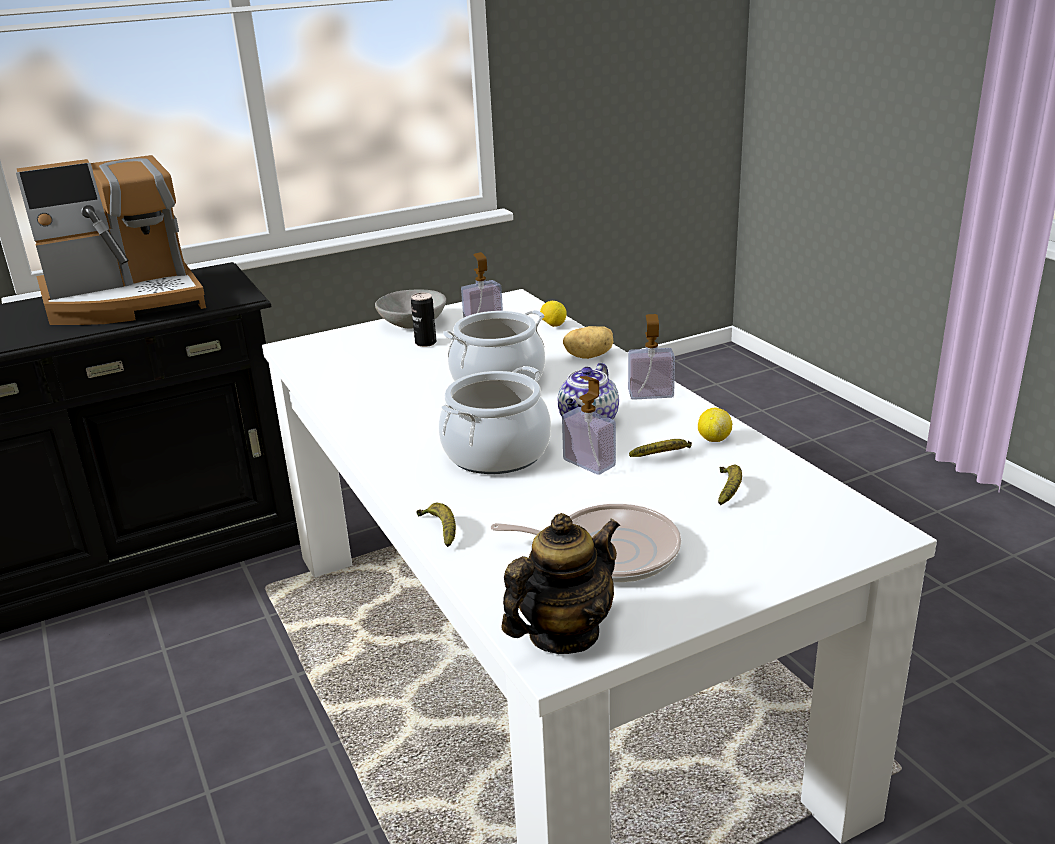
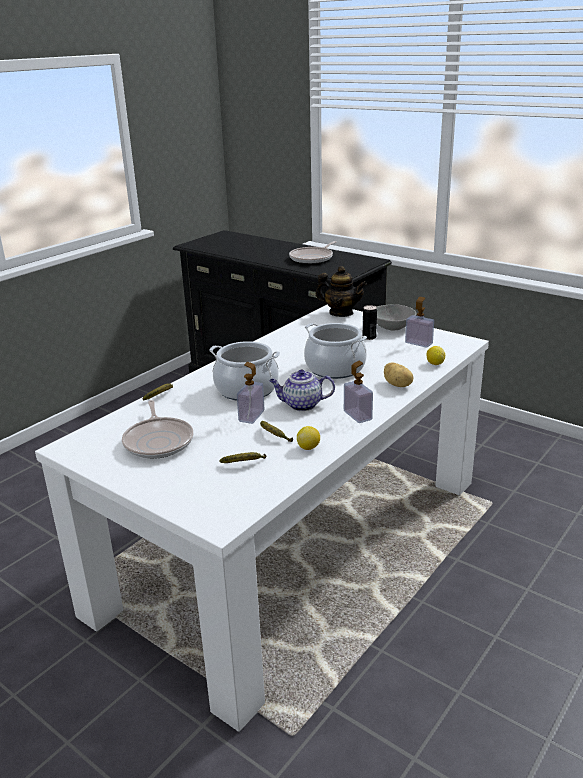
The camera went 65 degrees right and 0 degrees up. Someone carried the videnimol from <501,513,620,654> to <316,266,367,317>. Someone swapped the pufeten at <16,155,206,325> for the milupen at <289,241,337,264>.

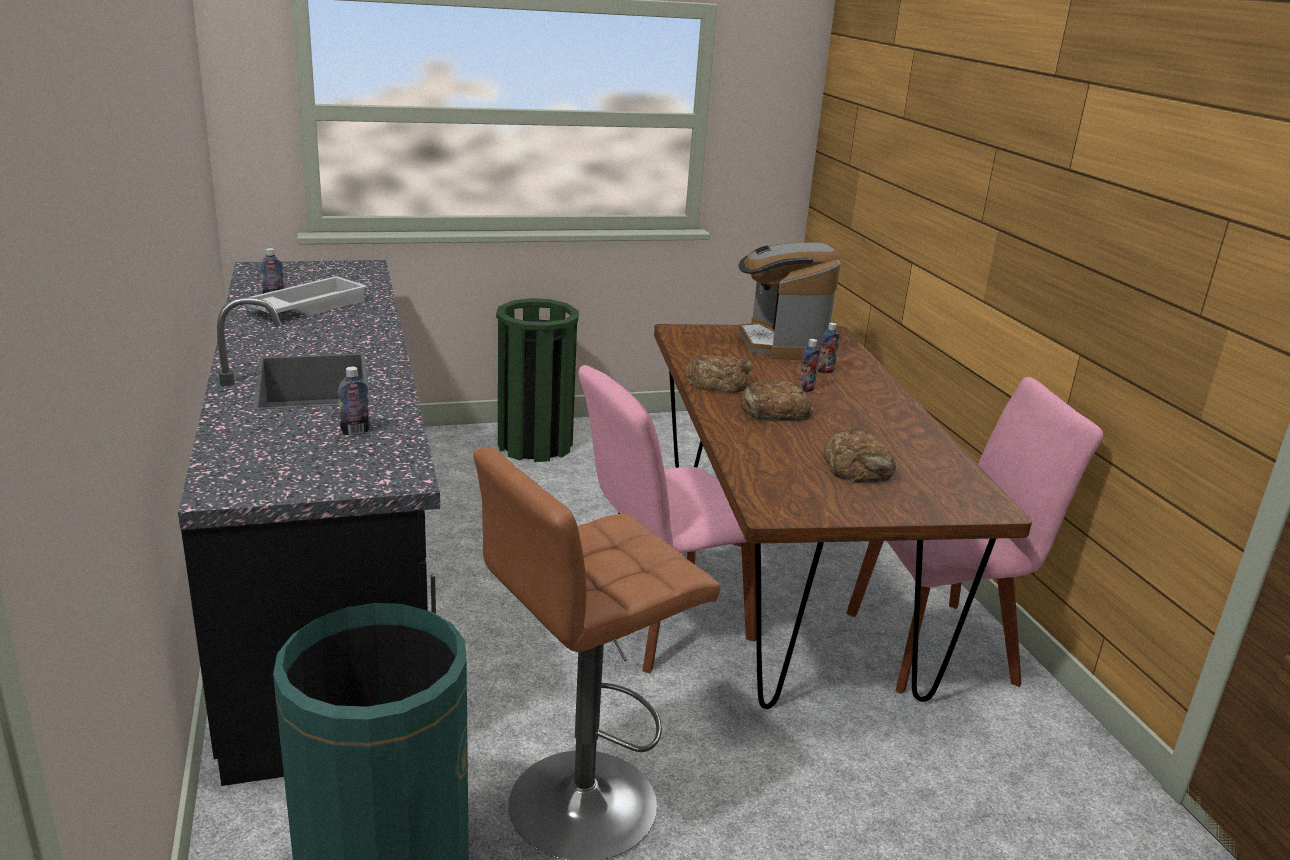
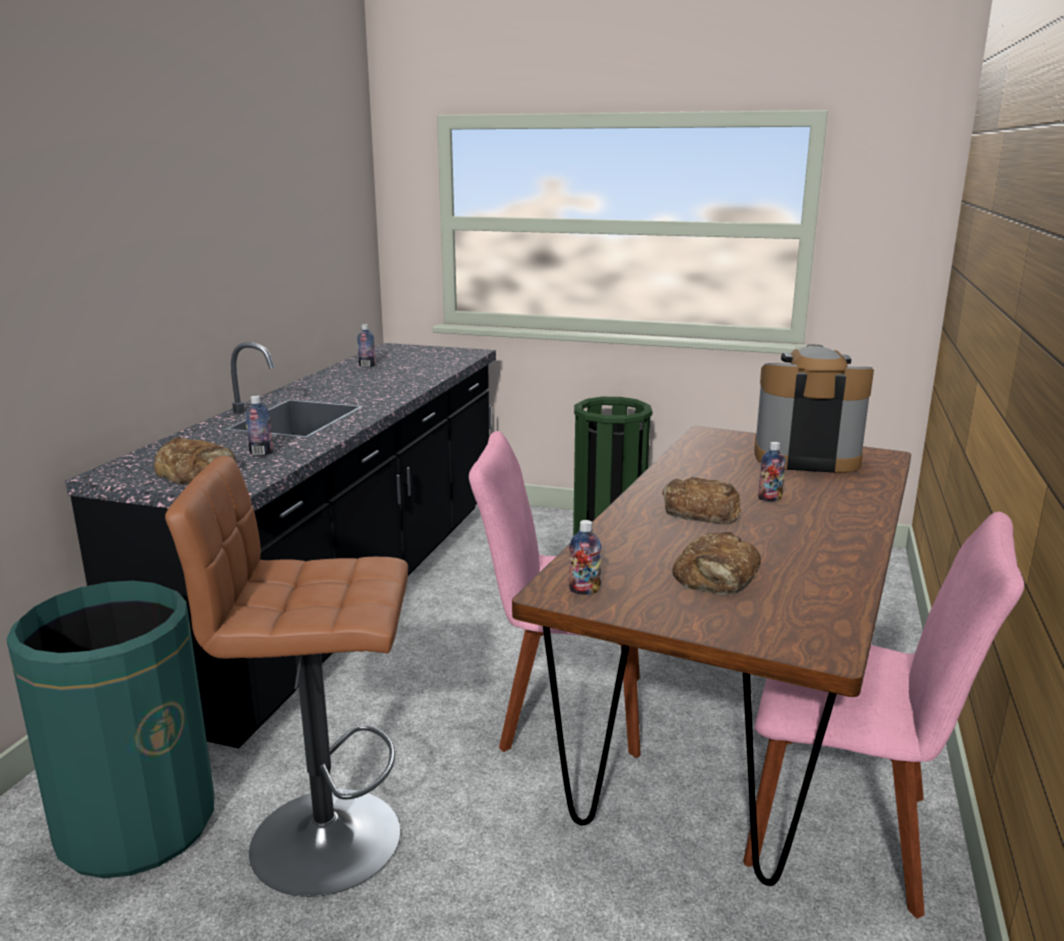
The camera went 35 degrees right and 5 degrees down. Someone took away the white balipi at <247,276,367,316>. Someone carried the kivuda from <685,355,753,393> to <154,437,236,484>. Someone carried the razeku from <818,323,840,373> to <568,520,602,595>. Someone rotated the pufeten at <738,242,841,360> by 75 degrees clockwise.

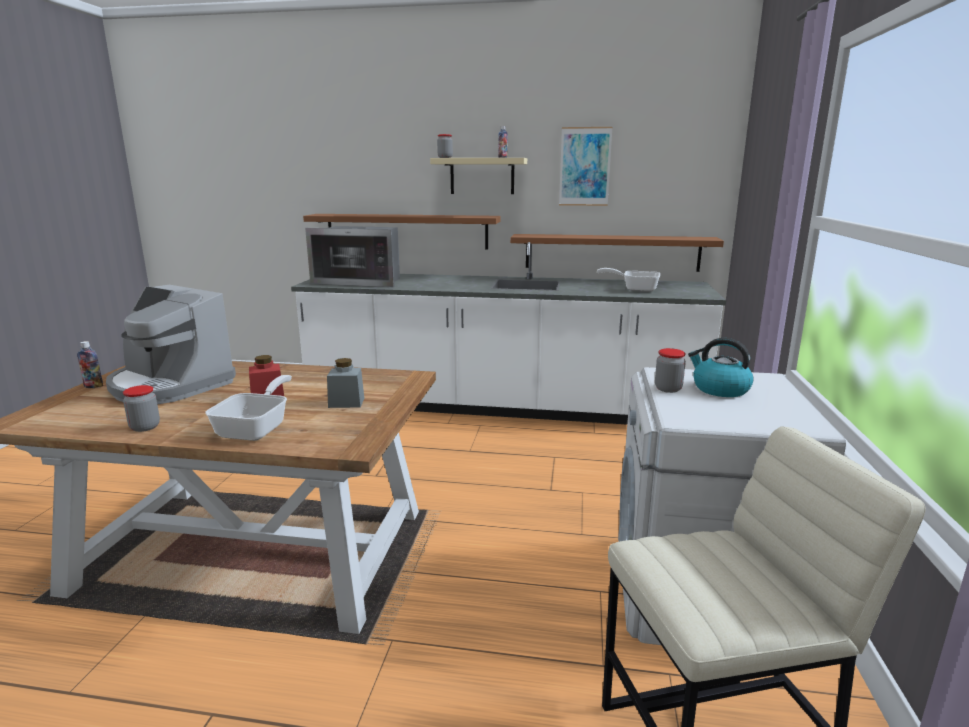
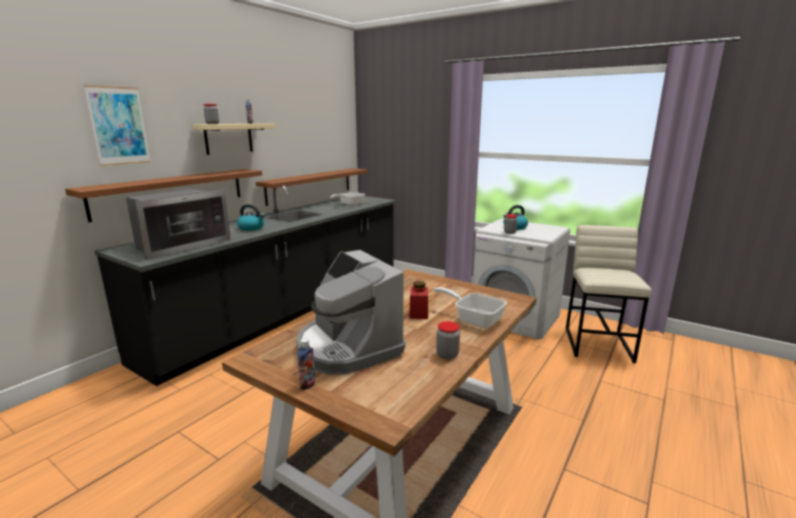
The camera went 65 degrees left and 0 degrees up. Someone took away the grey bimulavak at <327,358,364,408>. Someone put down the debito at <237,204,265,231>. Someone carried the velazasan from <559,127,613,206> to <84,85,151,166>. Someone repainted the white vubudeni at <291,242,726,425>, which became the black vubudeni at <94,185,397,386>. Someone rotated the pufeten at <106,285,236,405> by 90 degrees clockwise.

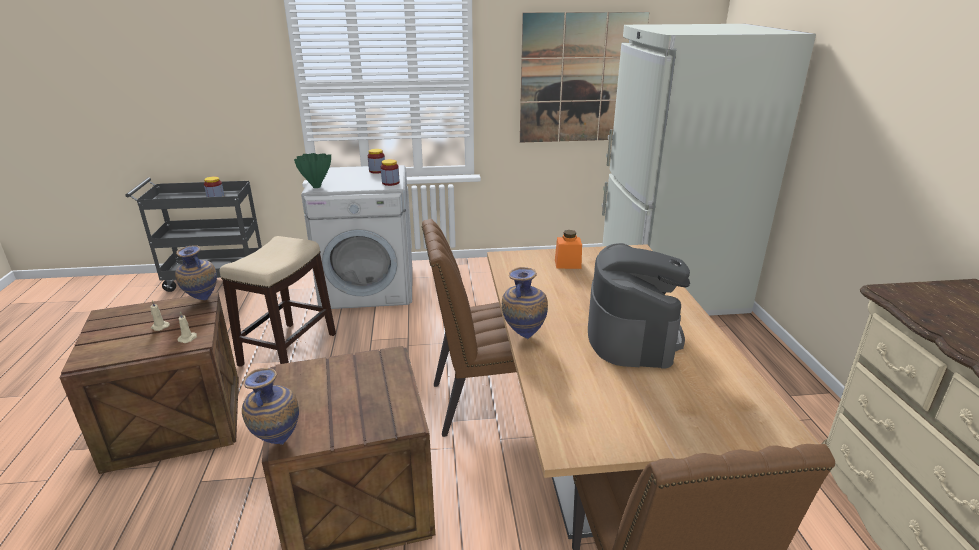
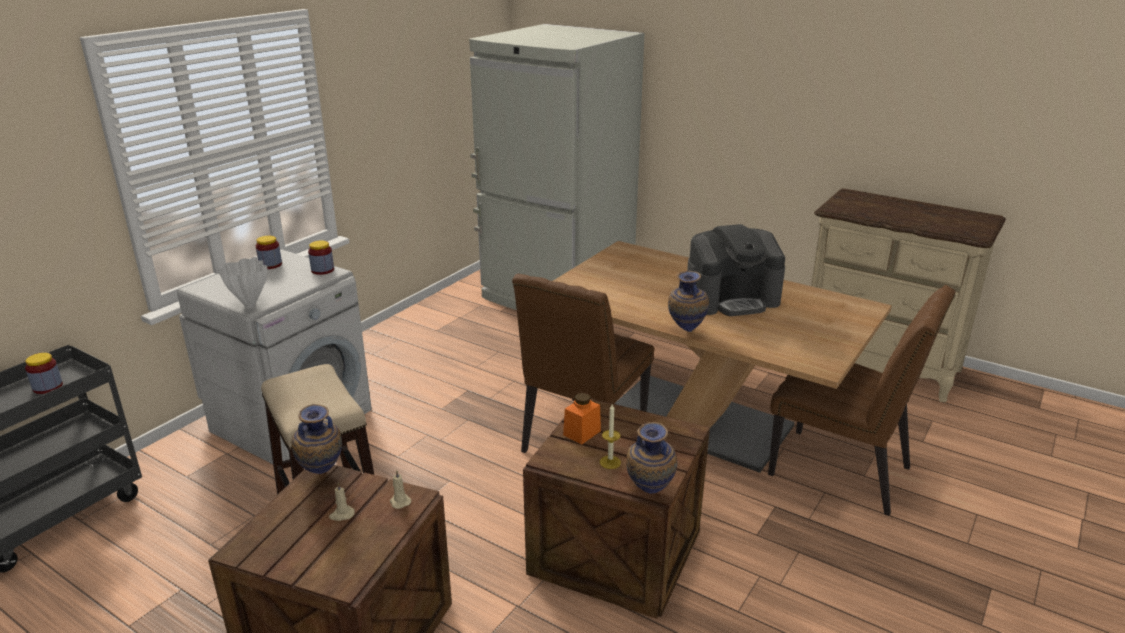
The camera went 50 degrees left and 0 degrees up. Someone took away the velazasan at <520,12,649,143>. Someone put down the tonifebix at <600,404,621,469>. Someone carried the orange bimulavak from <555,230,582,269> to <563,393,601,444>. Someone repainted the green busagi at <294,153,331,188>, which became the white busagi at <218,257,267,308>. Someone rotated the pufeten at <588,243,690,369> by 120 degrees clockwise.

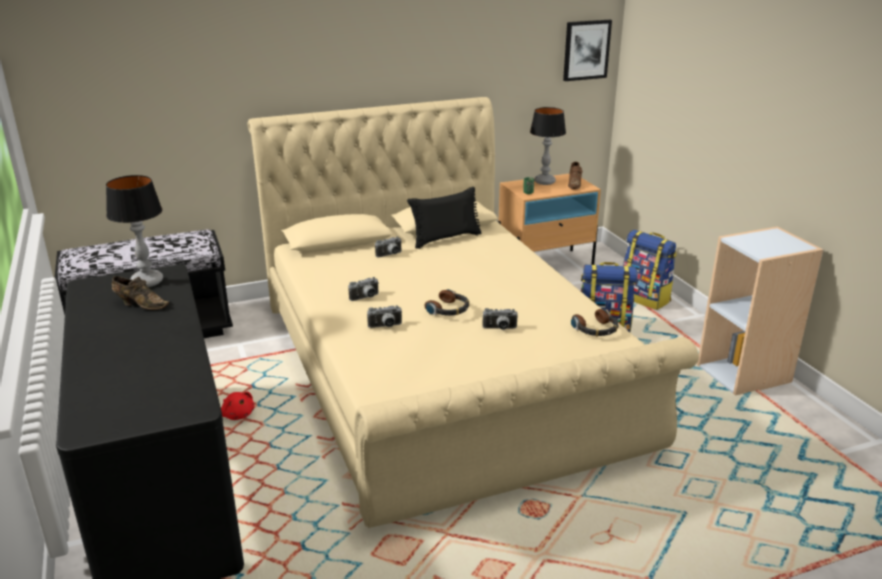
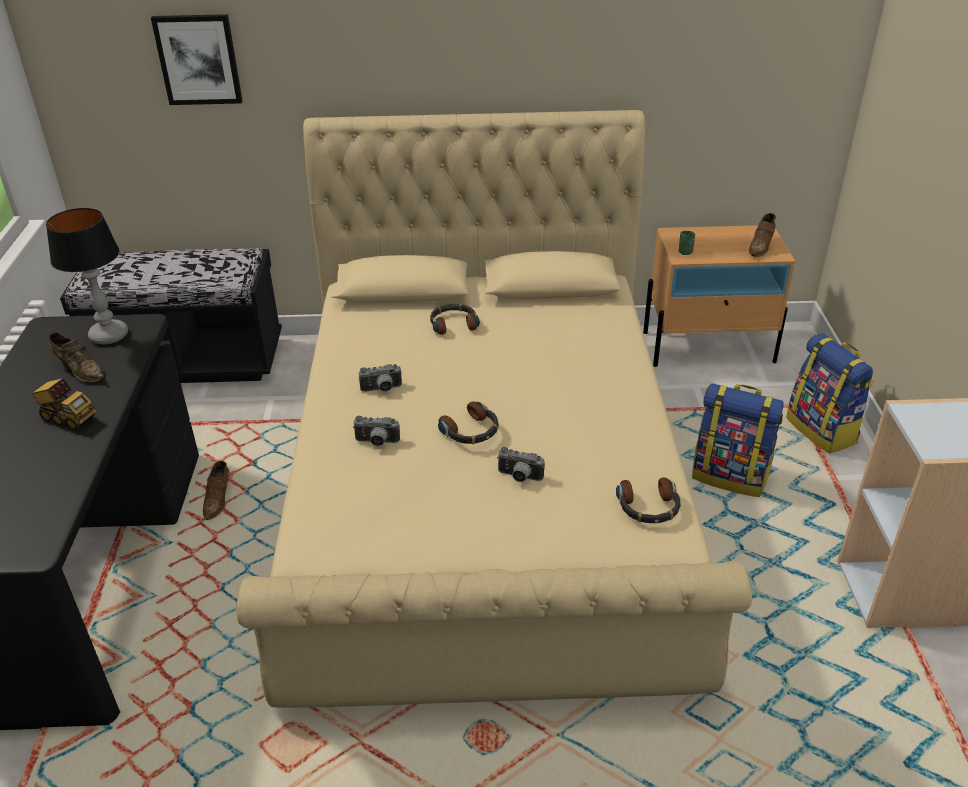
The camera went 20 degrees right and 10 degrees up. Someone took away the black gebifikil at <407,187,481,249>. Someone took away the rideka at <530,107,566,185>. Someone put down the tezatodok at <31,378,97,431>. Someone carried the velazasan from <563,20,612,81> to <151,14,243,105>. Someone swapped the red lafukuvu at <221,392,255,420> for the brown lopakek at <203,461,229,520>. Someone swapped the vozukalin at <375,236,402,257> for the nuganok at <430,304,480,335>.

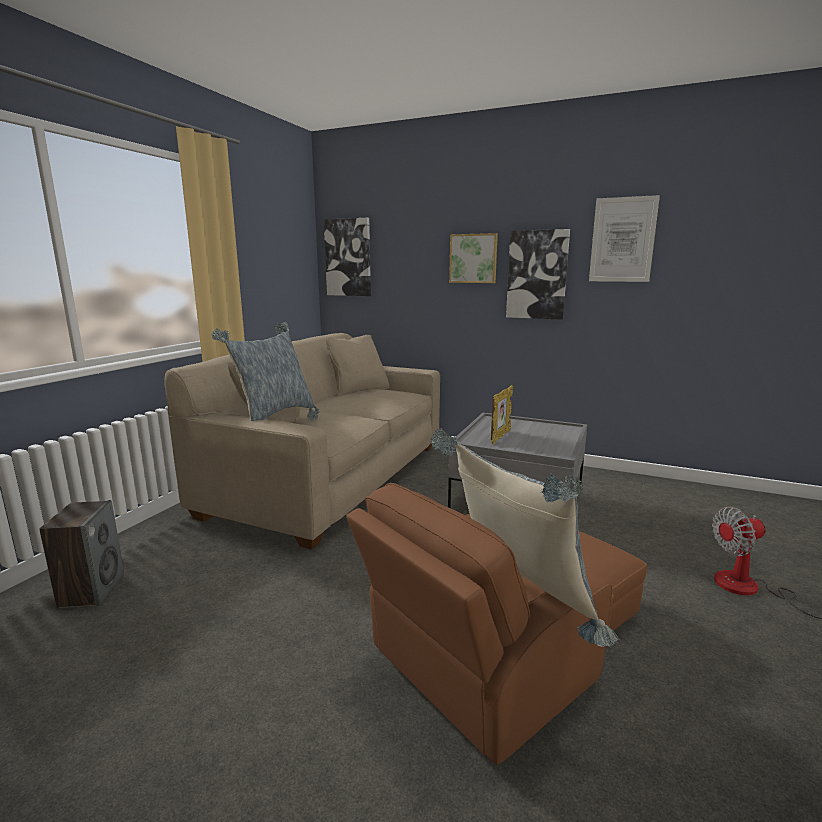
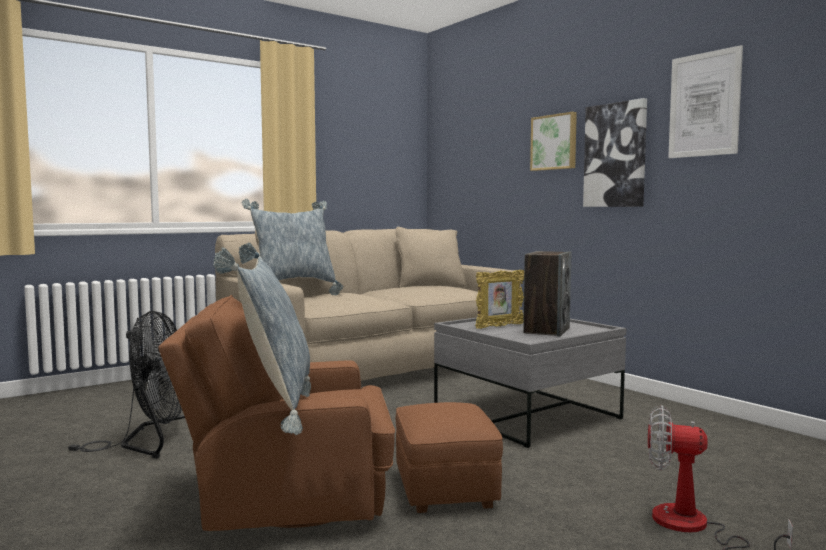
The camera went 30 degrees right and 10 degrees down. Someone took away the velazasan at <324,218,371,296>. Someone put down the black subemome at <67,311,185,459>. Someone carried the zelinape from <39,500,124,608> to <523,251,571,337>.

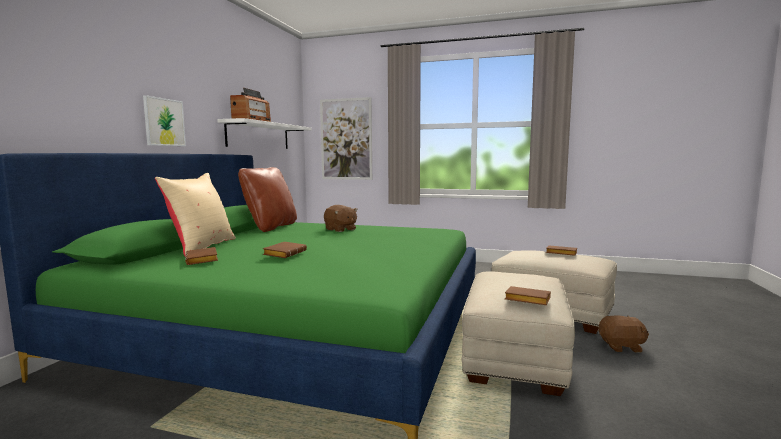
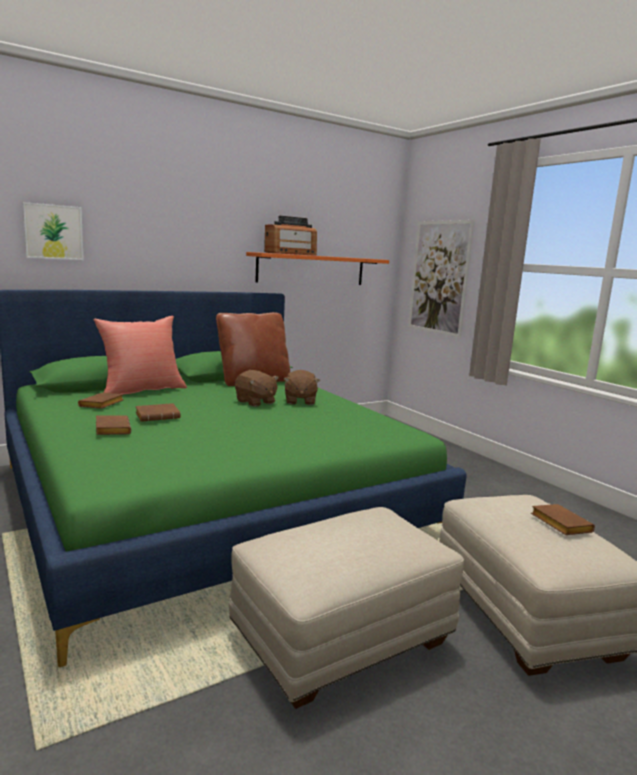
The camera went 40 degrees right and 5 degrees up. Someone carried the velazasan from <143,95,186,146> to <23,202,84,260>. Someone carried the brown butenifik from <505,286,551,305> to <96,415,131,435>. Someone carried the brown lafukuvu from <598,316,649,352> to <235,370,279,407>. Someone repainted the beige gebifikil at <155,173,236,257>, which became the red gebifikil at <94,316,187,394>. Someone repainted the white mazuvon at <217,118,312,149>, which became the orange mazuvon at <246,252,389,285>.

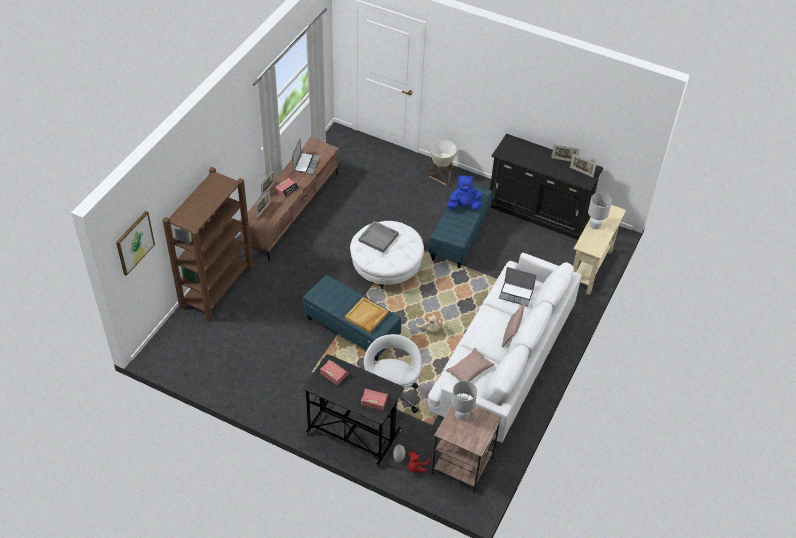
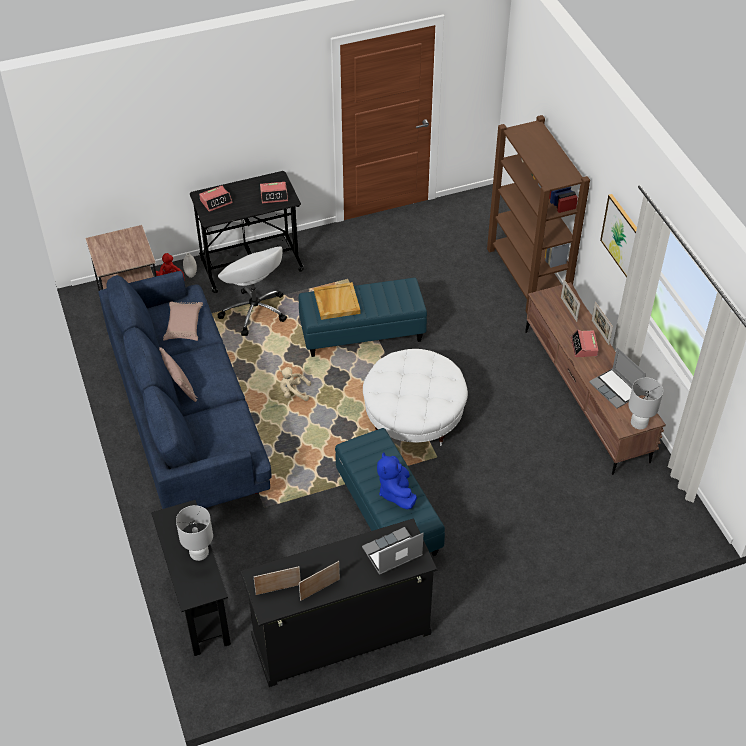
The camera went 135 degrees right and 0 degrees up. Someone took away the grey balipi at <358,221,399,253>. Someone took away the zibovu at <428,140,457,186>. Someone carried the velazasan from <116,211,155,276> to <600,194,637,277>. Someone carried the grey rideka from <451,381,477,420> to <628,377,663,429>. Someone carried the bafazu from <499,267,536,306> to <362,527,424,575>. Someone repainted the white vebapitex at <428,253,582,442>, which became the blue vebapitex at <99,271,272,509>. Someone repainted the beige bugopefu at <573,205,626,295>, which became the black bugopefu at <151,500,231,656>. Someone rotated the blue lafukuvu at <446,175,482,211> by 135 degrees clockwise.

